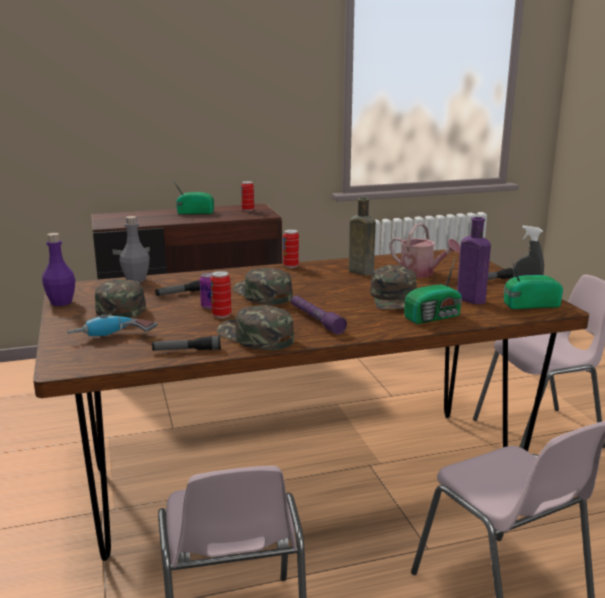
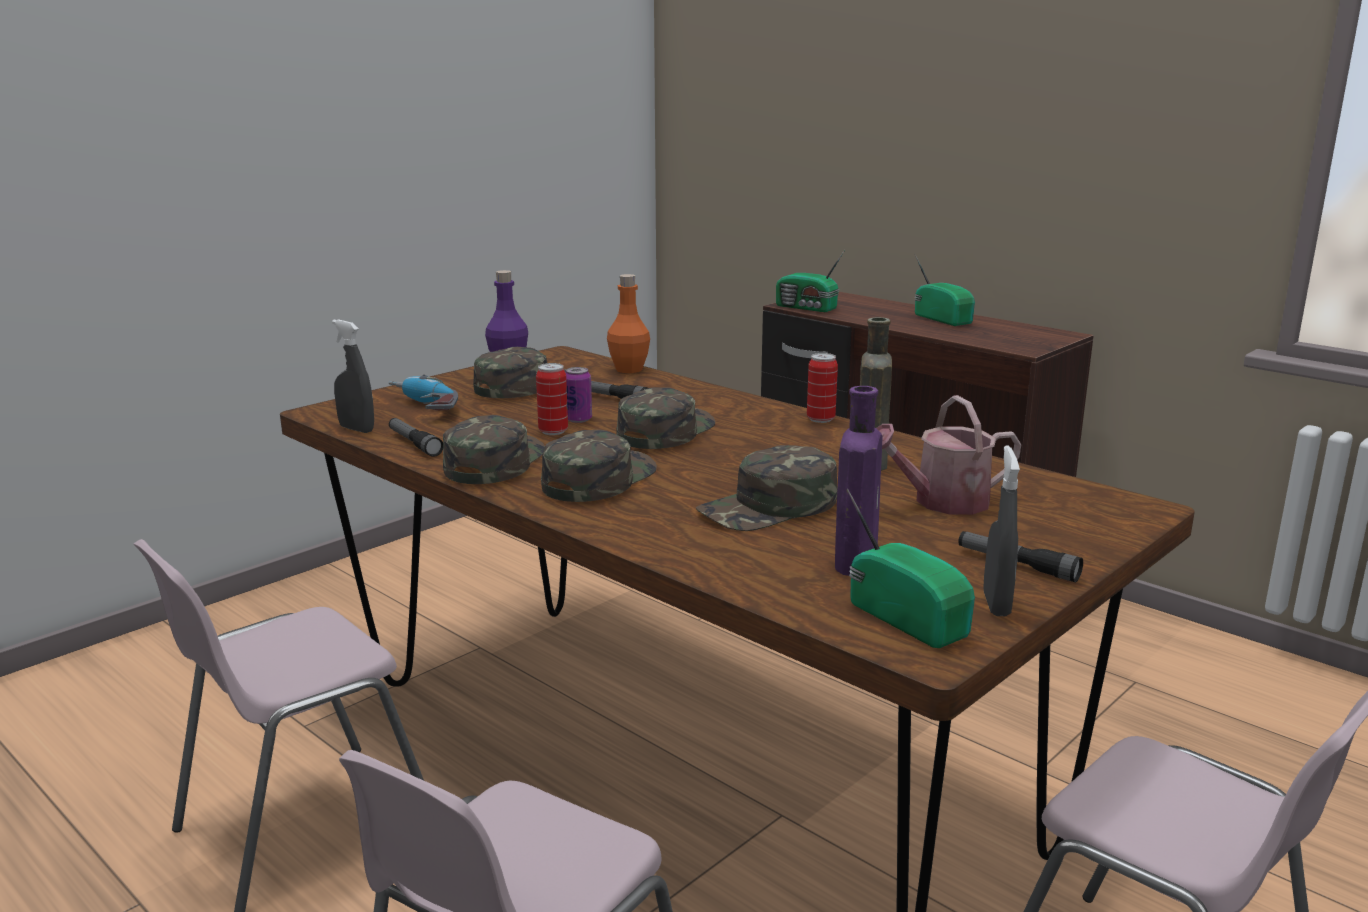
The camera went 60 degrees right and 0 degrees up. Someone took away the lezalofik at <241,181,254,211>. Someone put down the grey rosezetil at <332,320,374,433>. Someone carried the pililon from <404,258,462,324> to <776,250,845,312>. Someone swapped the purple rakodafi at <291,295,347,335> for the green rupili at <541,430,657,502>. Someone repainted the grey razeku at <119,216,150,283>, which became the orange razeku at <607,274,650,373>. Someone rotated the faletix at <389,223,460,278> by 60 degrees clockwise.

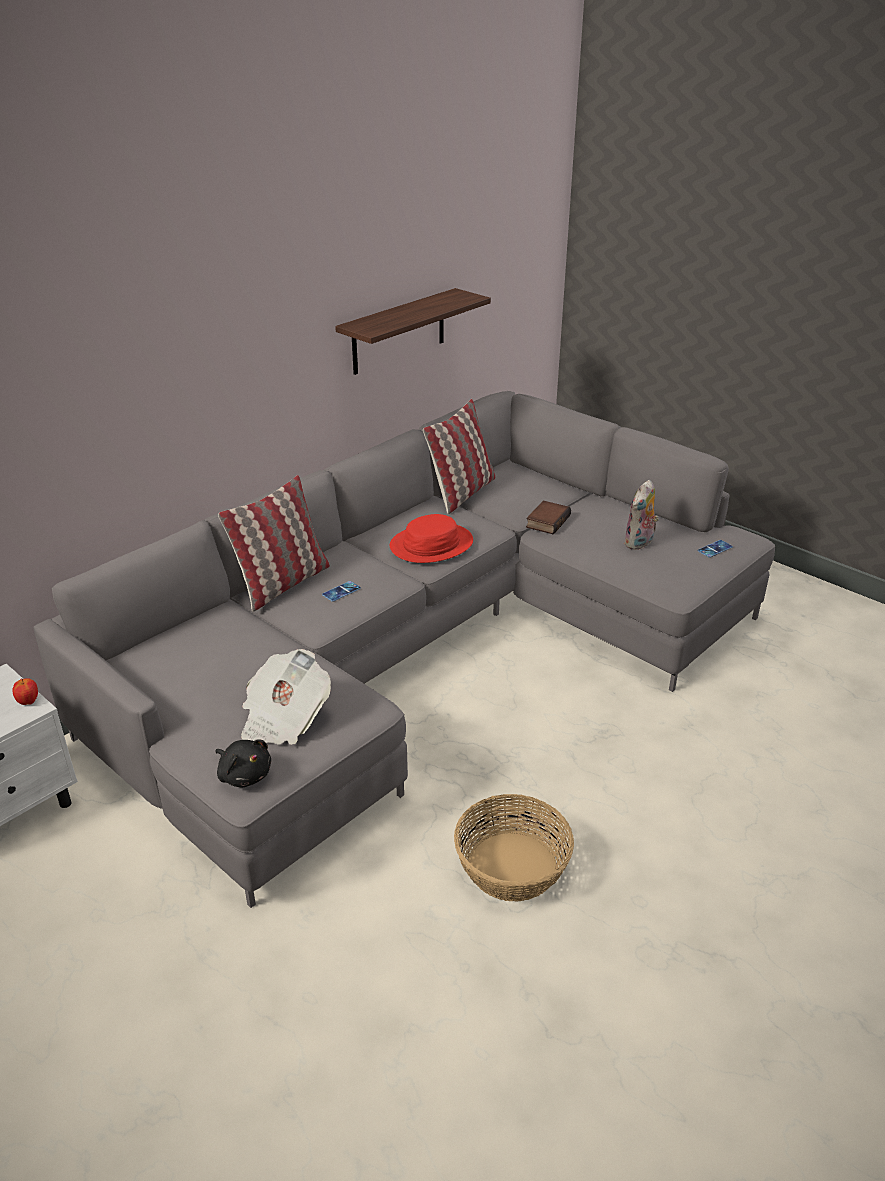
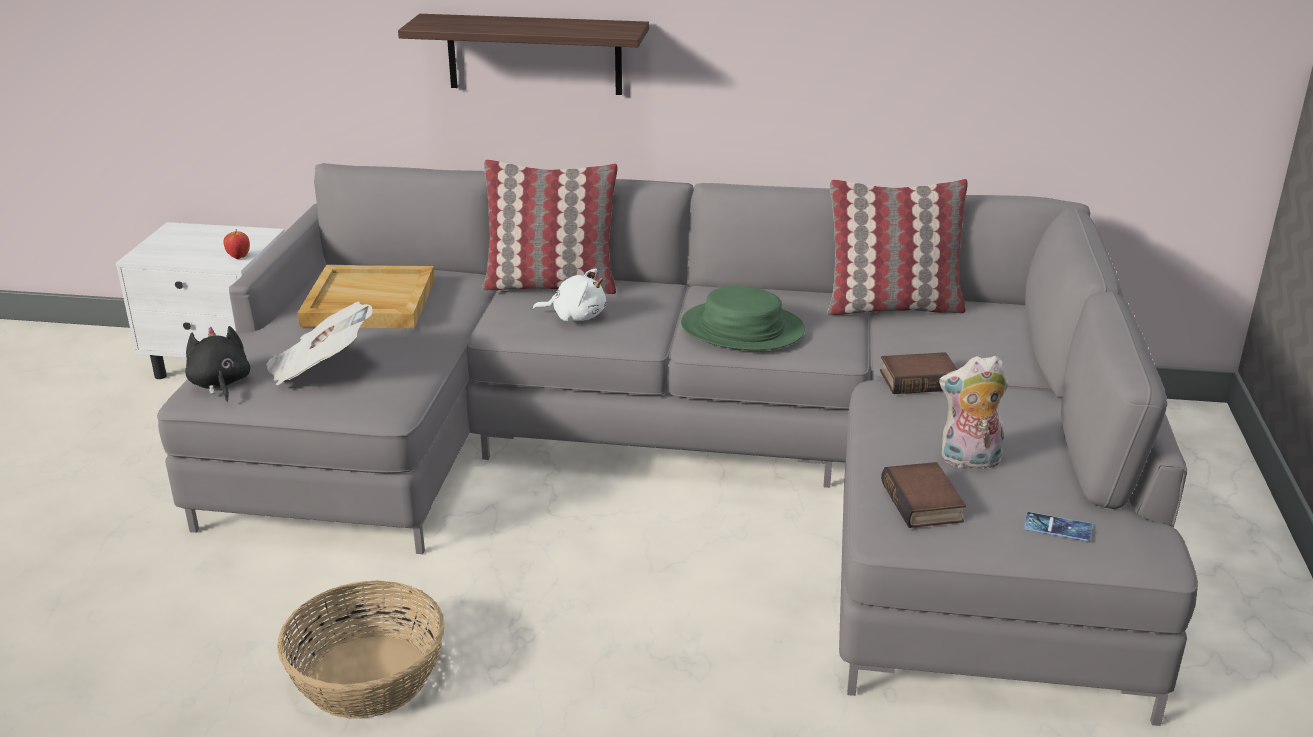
The camera went 55 degrees right and 5 degrees down. Someone put down the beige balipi at <297,265,435,328>. Someone put down the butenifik at <881,462,966,528>. Someone carried the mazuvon from <335,288,491,375> to <398,14,649,95>. Someone swapped the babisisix at <322,581,361,602> for the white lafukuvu at <533,268,606,321>. Someone repainted the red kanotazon at <390,514,473,563>, which became the green kanotazon at <681,286,805,350>. Someone rotated the black lafukuvu at <216,739,271,788> by 150 degrees clockwise.

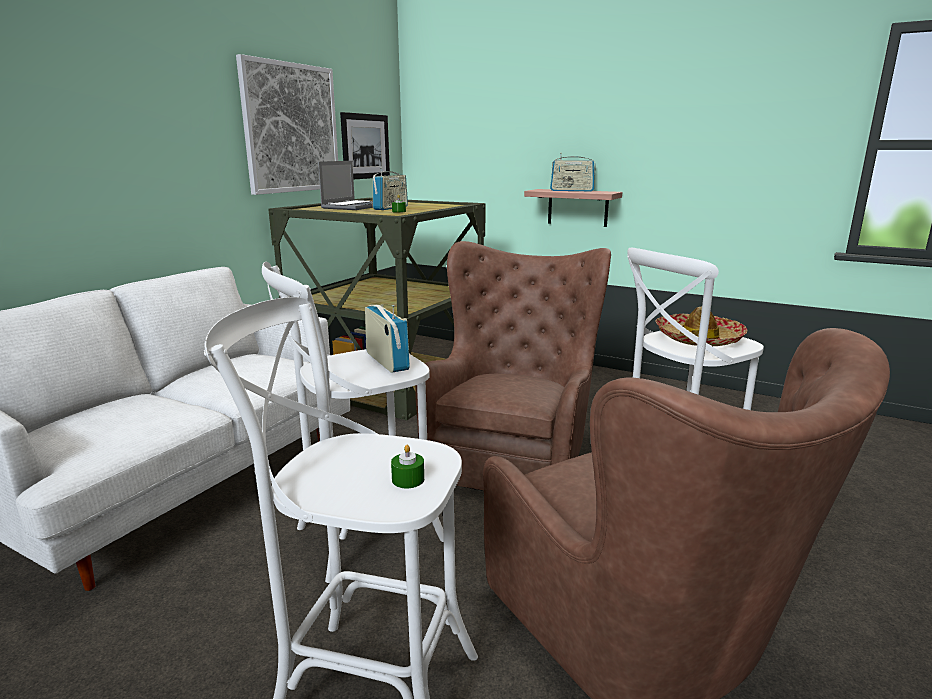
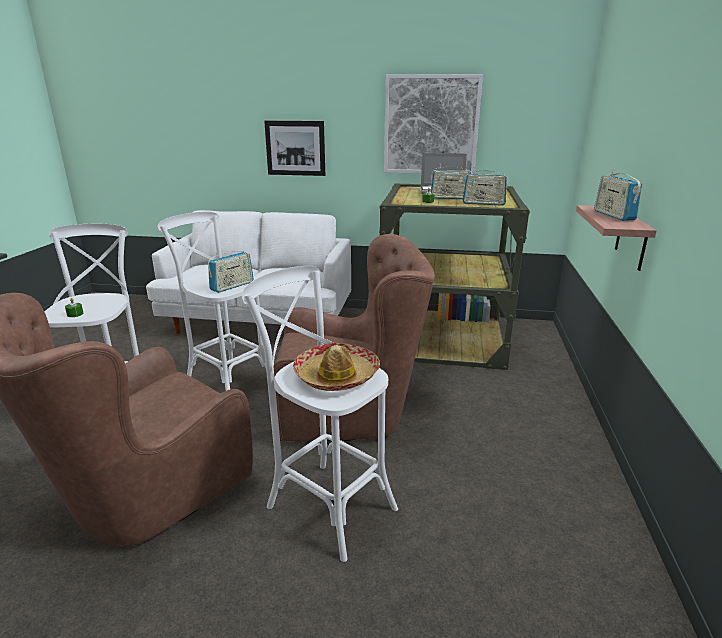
The camera went 70 degrees right and 5 degrees up. Someone put down the pililon at <463,167,508,206>. Someone carried the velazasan from <340,112,390,180> to <264,121,325,176>.

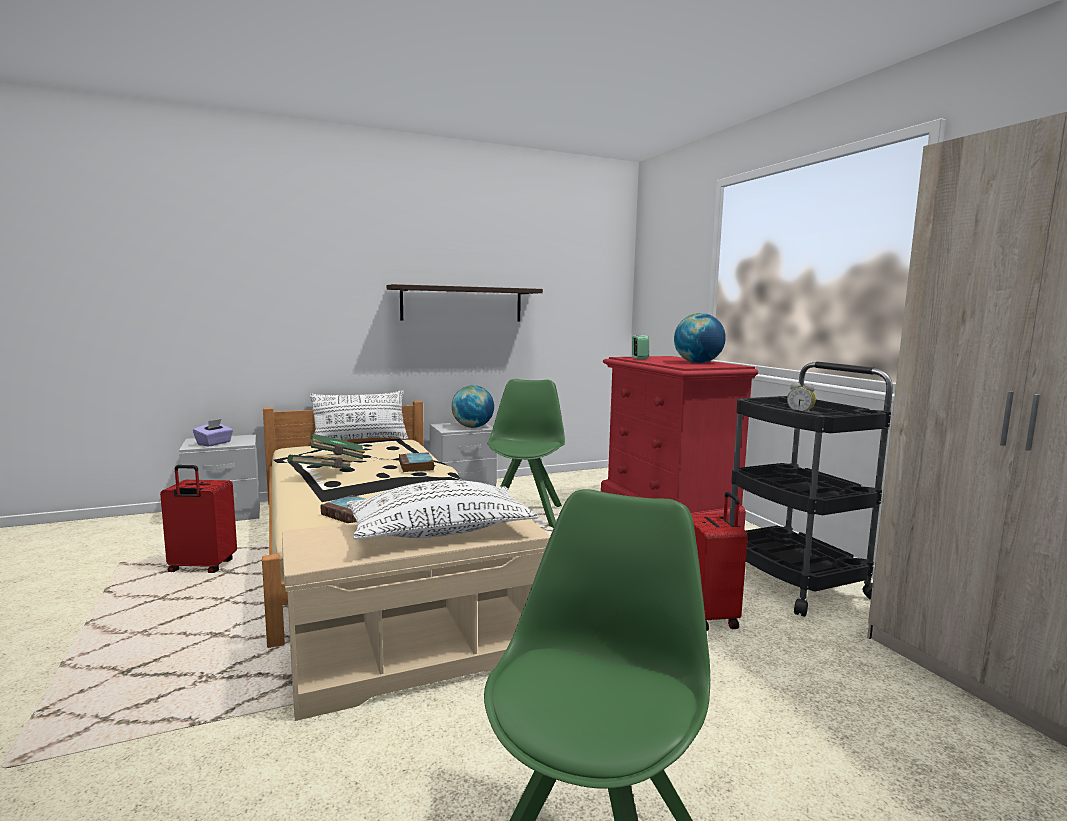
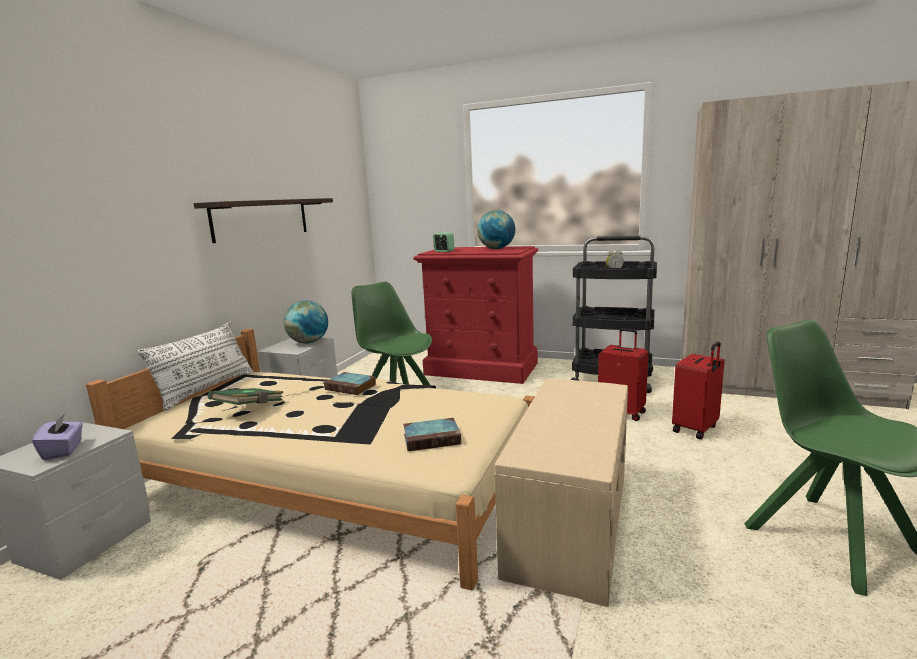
The camera went 45 degrees left and 5 degrees up. Someone took away the green butenifik at <288,454,353,469>. Someone took away the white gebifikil at <346,480,538,540>. Someone carried the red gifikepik from <160,465,237,573> to <672,342,725,439>.

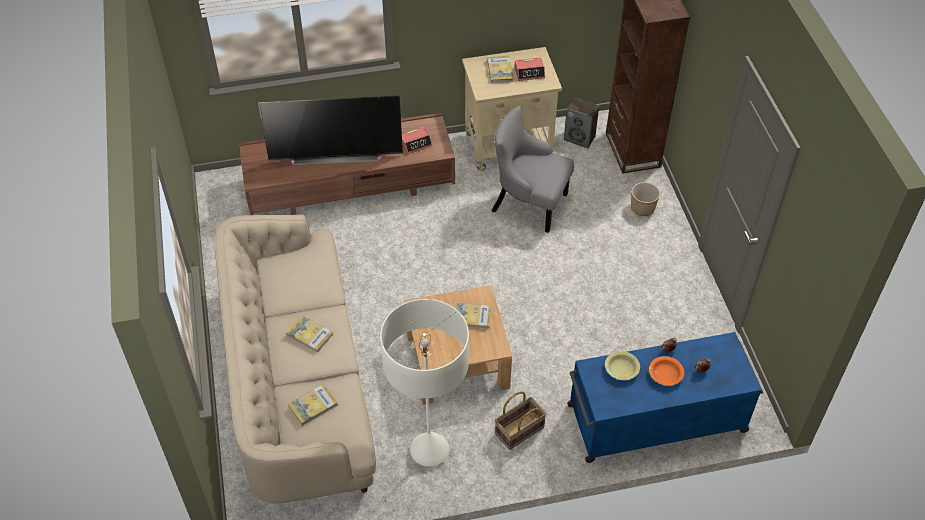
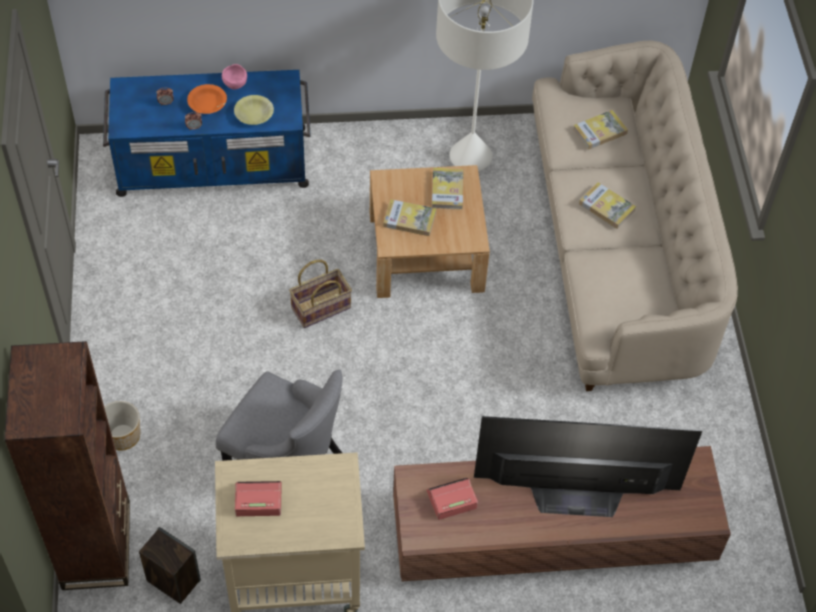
The camera went 175 degrees left and 5 degrees up. Someone put down the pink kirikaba at <222,64,247,90>. Someone carried the butenifik from <487,56,513,83> to <432,168,464,210>. Someone carried the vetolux from <495,391,547,450> to <289,260,352,328>.

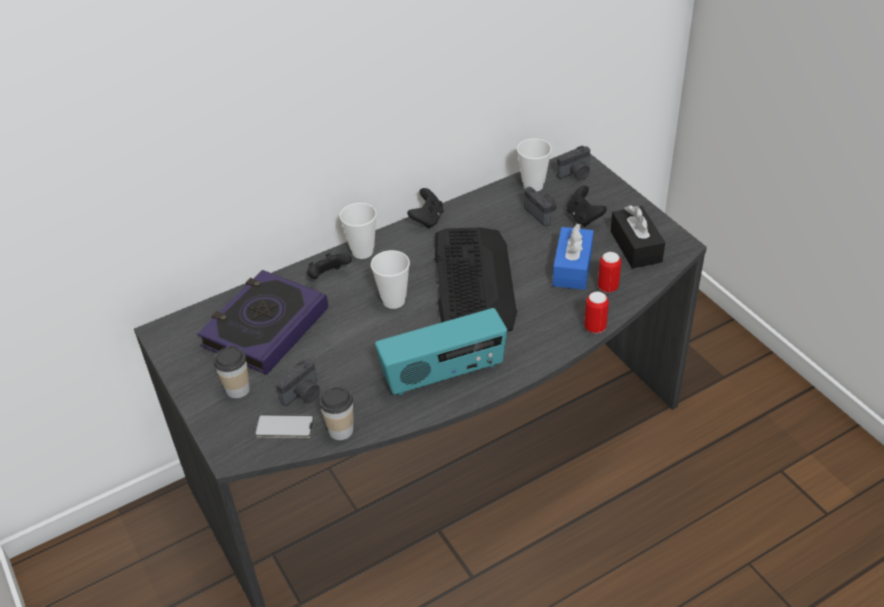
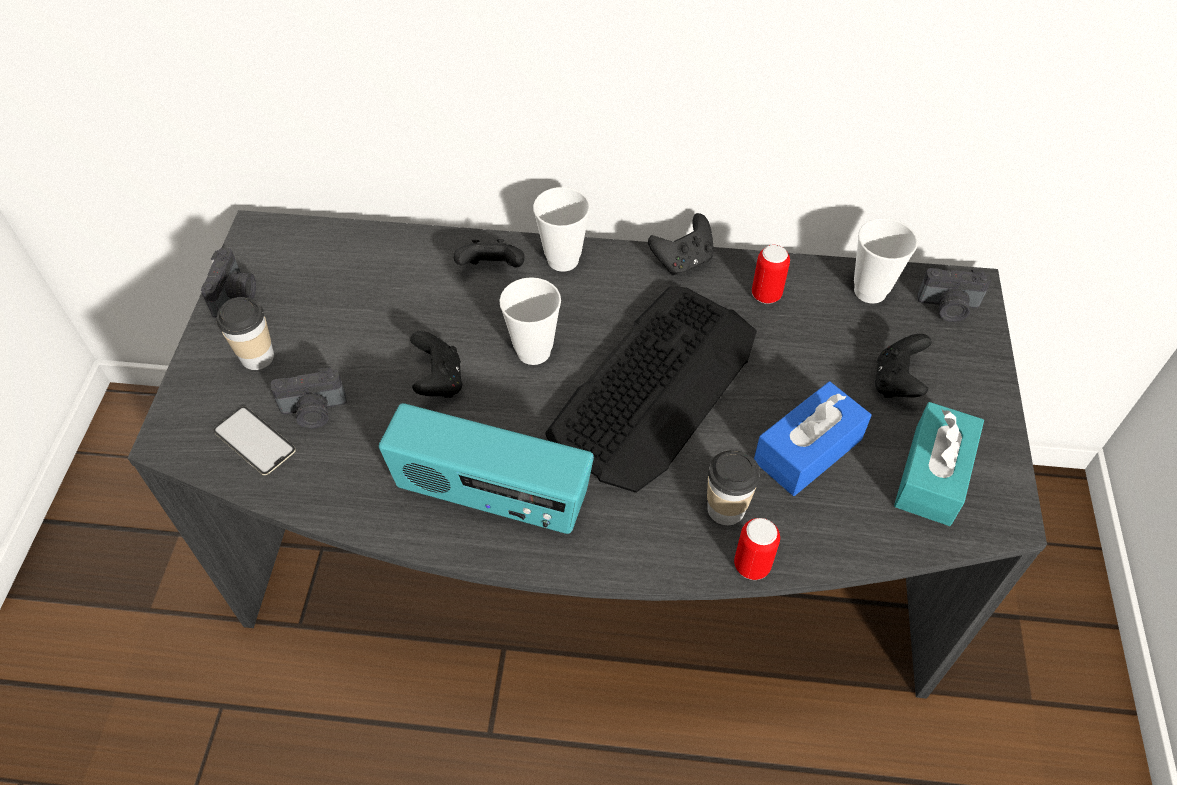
The camera went 35 degrees right and 10 degrees up. Someone took away the butenifik at <197,270,328,375>. Someone put down the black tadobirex at <410,331,462,398>. Someone carried the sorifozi from <319,387,354,440> to <707,450,760,525>. Someone carried the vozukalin from <524,187,557,226> to <201,248,256,318>. Someone carried the lezalofik from <598,252,621,293> to <752,245,790,304>. Someone repainted the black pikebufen at <611,205,665,269>, which became the turquoise pikebufen at <894,402,984,526>.

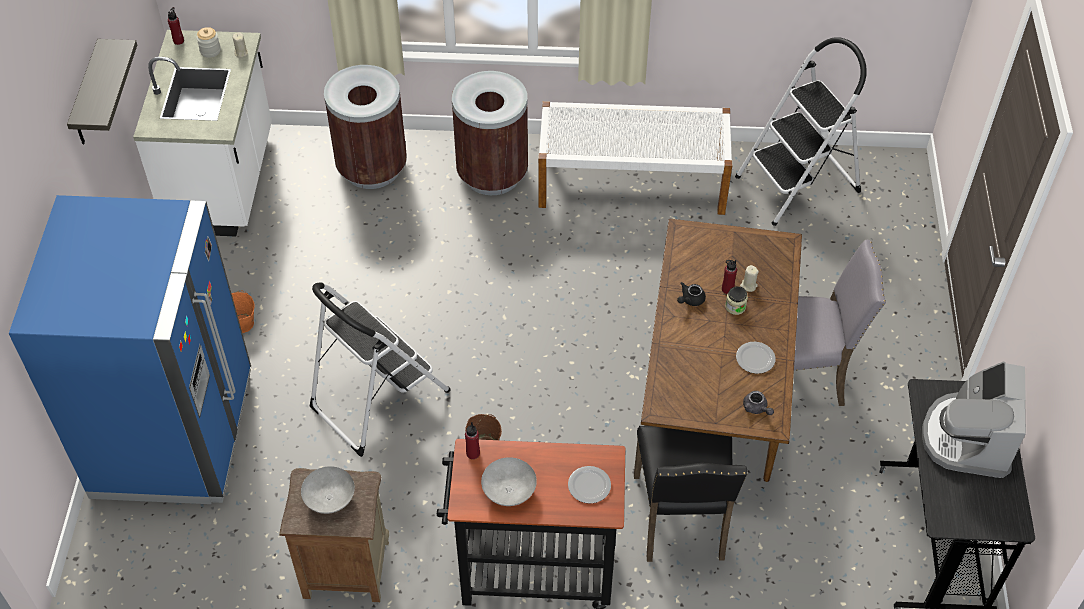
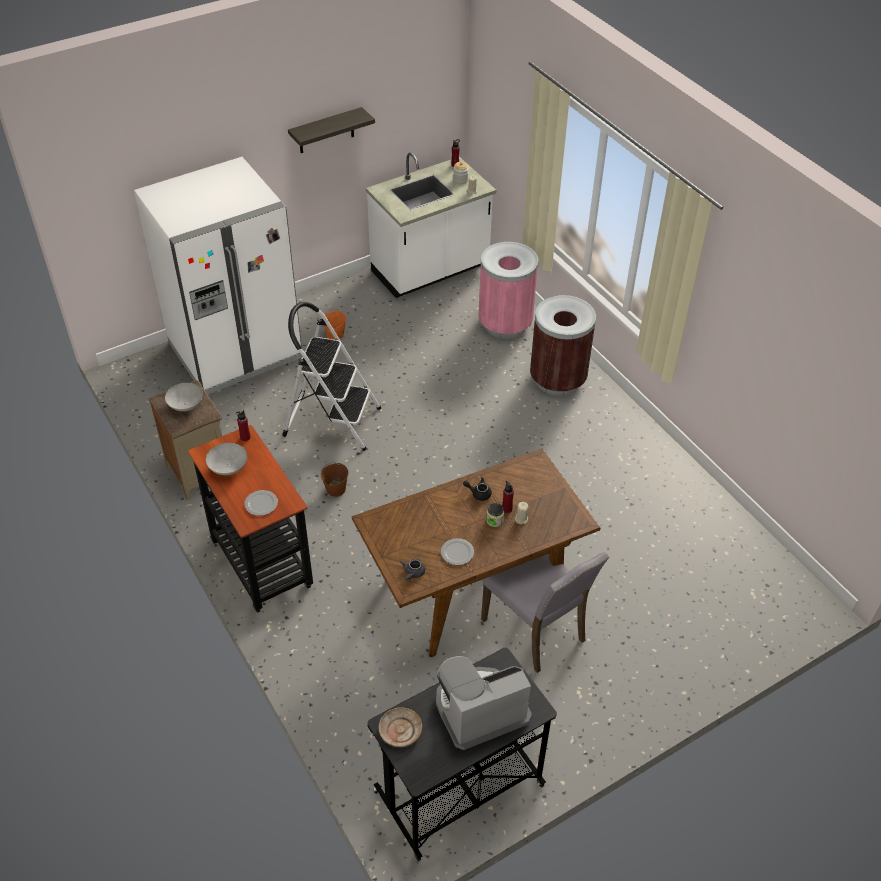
The camera went 55 degrees right and 5 degrees down. Someone took away the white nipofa at <538,101,732,215>. Someone took away the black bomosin at <634,426,748,562>. Someone took away the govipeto at <735,37,867,226>. Someone put down the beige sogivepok at <379,707,422,747>. Someone repainted the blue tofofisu at <9,195,251,504>, which became the white tofofisu at <134,157,302,394>. Someone repainted the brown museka at <324,65,407,189>, which became the pink museka at <478,242,539,339>.

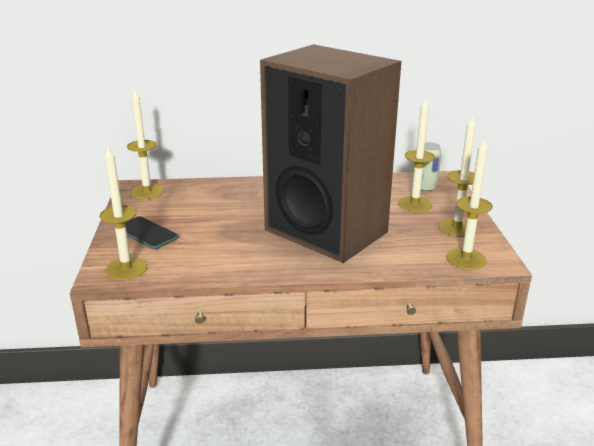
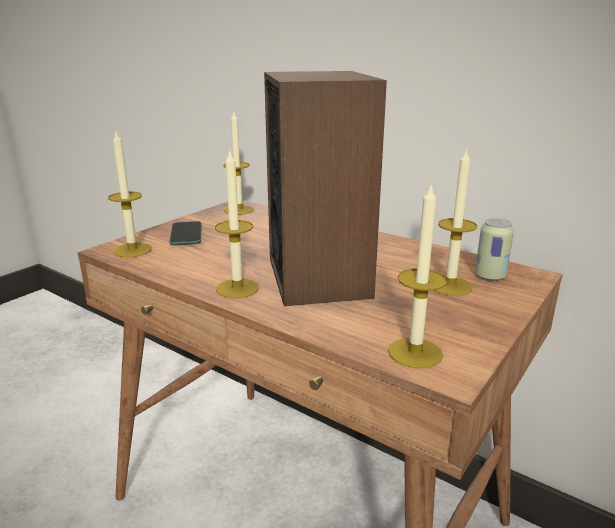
The camera went 40 degrees right and 5 degrees down. Someone carried the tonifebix from <439,114,476,237> to <215,149,259,298>.

